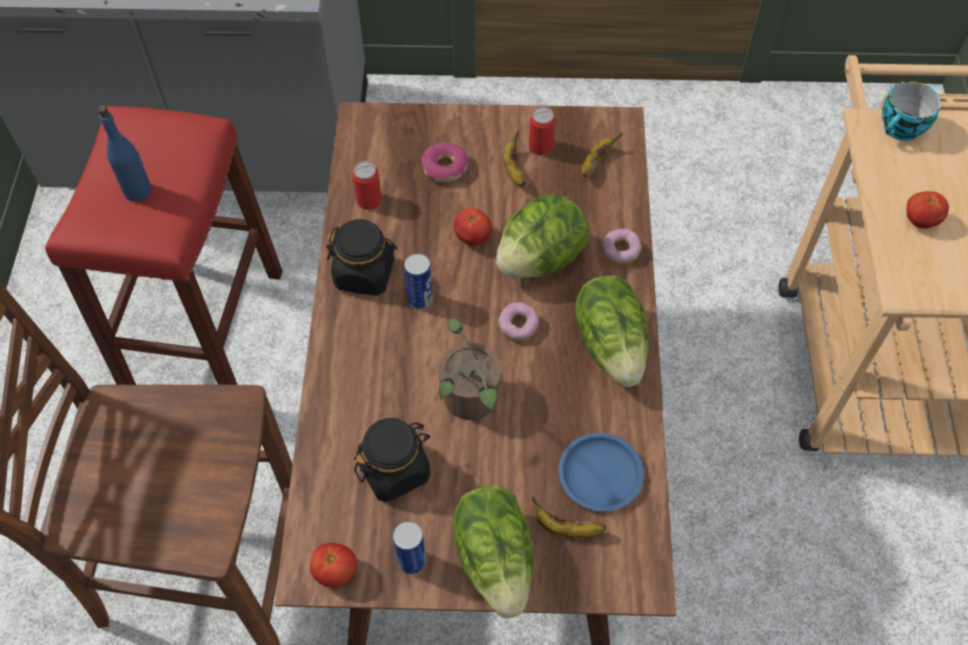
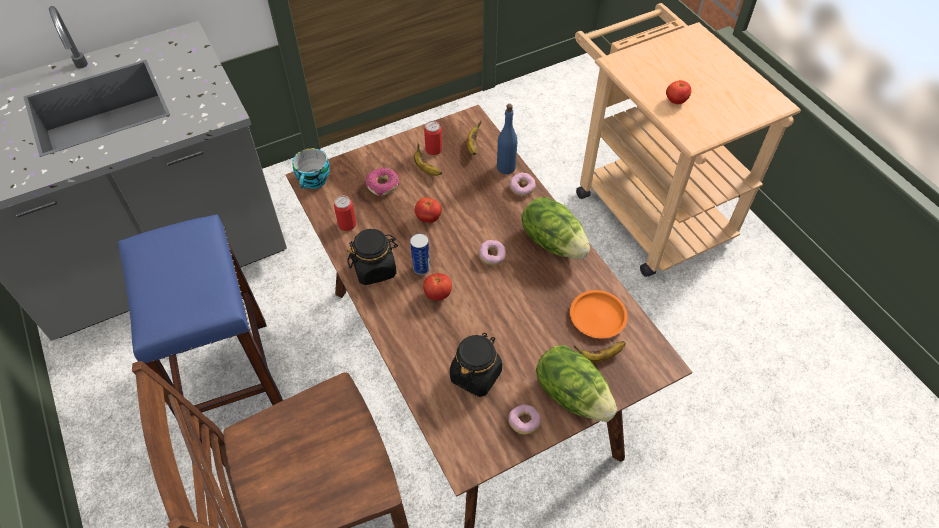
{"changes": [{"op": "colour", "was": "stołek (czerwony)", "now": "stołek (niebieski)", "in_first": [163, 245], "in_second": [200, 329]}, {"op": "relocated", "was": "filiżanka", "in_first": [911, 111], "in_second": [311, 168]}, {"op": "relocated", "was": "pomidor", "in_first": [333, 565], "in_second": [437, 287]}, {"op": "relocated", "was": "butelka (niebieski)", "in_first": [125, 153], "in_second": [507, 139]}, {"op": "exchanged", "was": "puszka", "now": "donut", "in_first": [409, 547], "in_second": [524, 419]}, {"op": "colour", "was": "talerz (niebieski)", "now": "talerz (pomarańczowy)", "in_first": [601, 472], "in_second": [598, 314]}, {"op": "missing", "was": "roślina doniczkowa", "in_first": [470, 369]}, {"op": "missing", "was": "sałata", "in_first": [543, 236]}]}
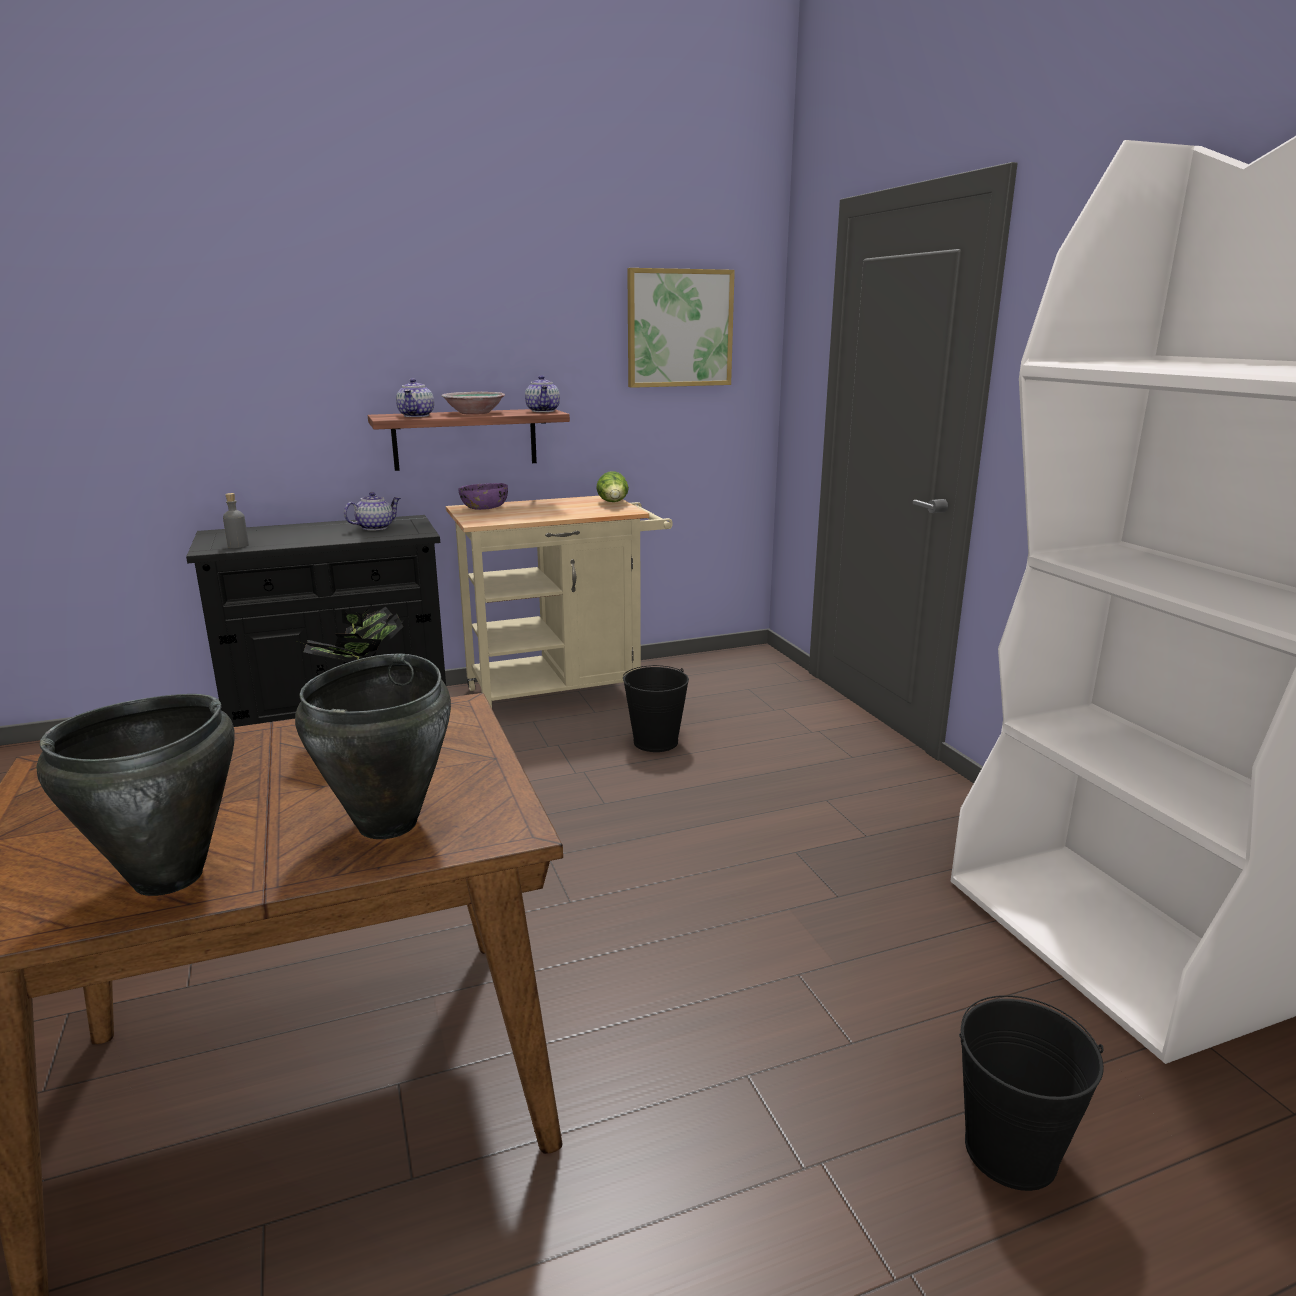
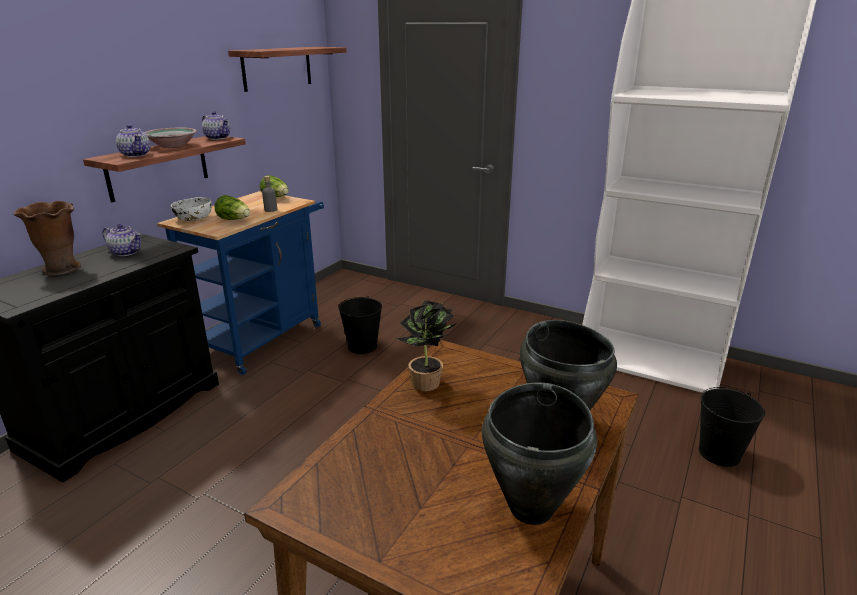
{"changes": [{"op": "appeared", "now": "wazon (brązowy)", "in_second": [47, 238]}, {"op": "spun", "was": "imbryk", "in_first": [372, 511], "in_second": [122, 240], "clockwise": 105}, {"op": "colour", "was": "wózek (beżowy)", "now": "wózek (niebieski)", "in_first": [559, 602], "in_second": [240, 283]}, {"op": "colour", "was": "miska (fioletowy)", "now": "miska (biały)", "in_first": [483, 496], "in_second": [191, 209]}, {"op": "appeared", "now": "sałata", "in_second": [232, 207]}, {"op": "exchanged", "was": "obraz", "now": "półka", "in_first": [681, 328], "in_second": [287, 69]}, {"op": "relocated", "was": "butelka (szary)", "in_first": [236, 520], "in_second": [269, 194]}]}
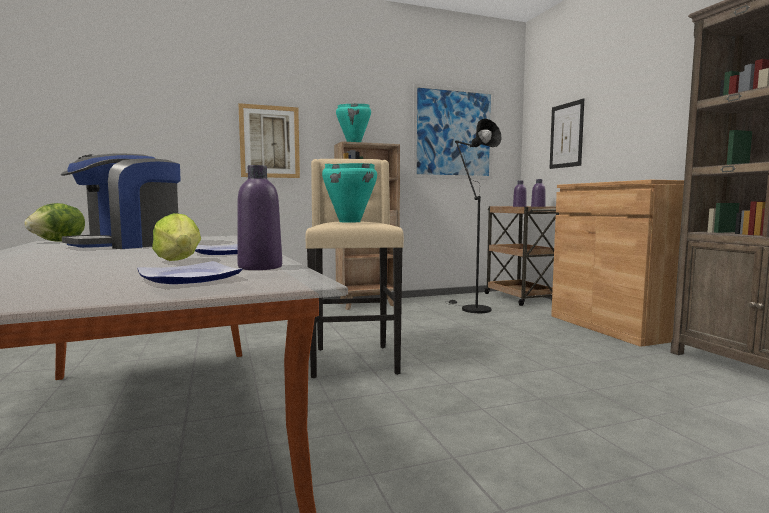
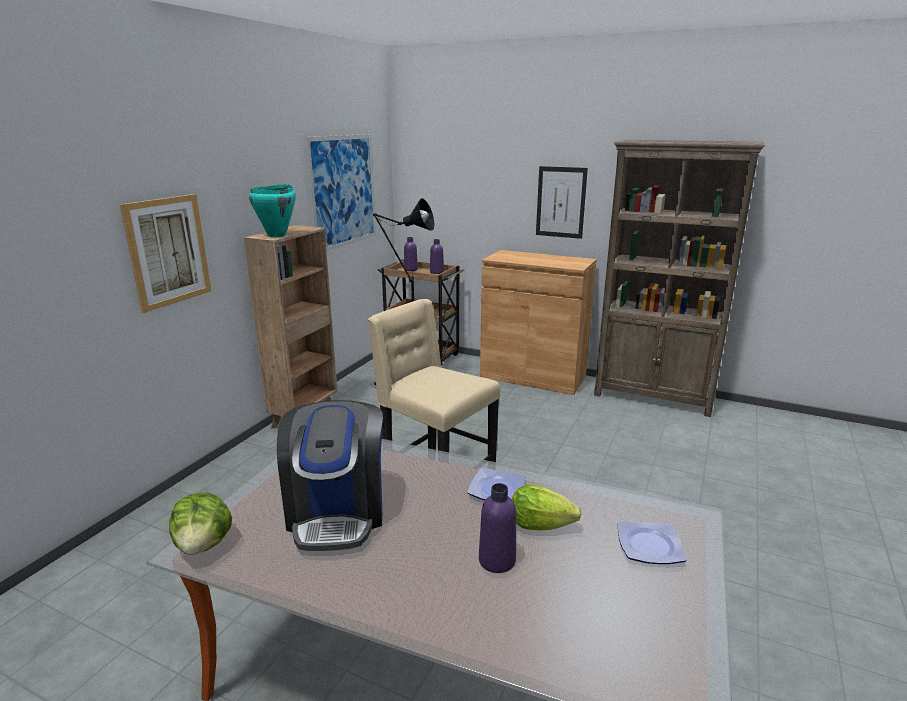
{"changes": [{"op": "relocated", "was": "butelka (fioletowy)", "in_first": [259, 217], "in_second": [497, 528]}, {"op": "relocated", "was": "obraz", "in_first": [567, 134], "in_second": [562, 202]}, {"op": "missing", "was": "garnek (turkusowy)", "in_first": [349, 193]}]}
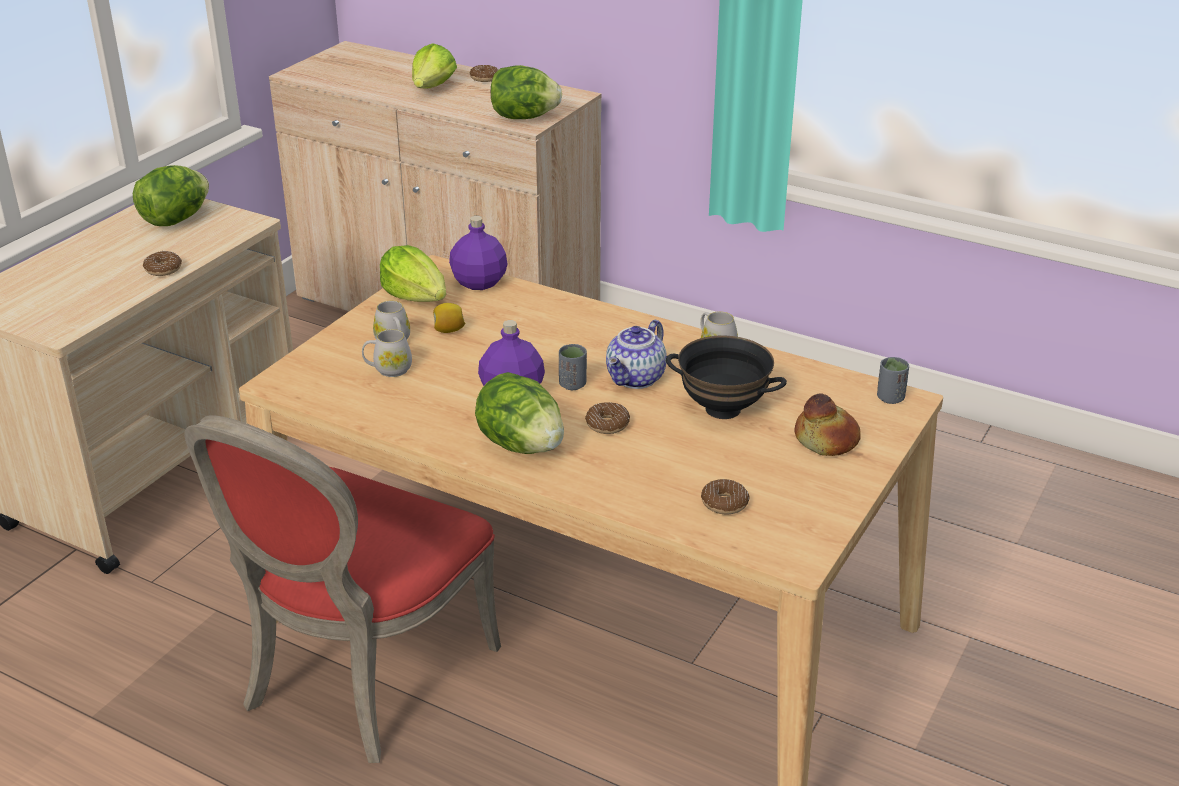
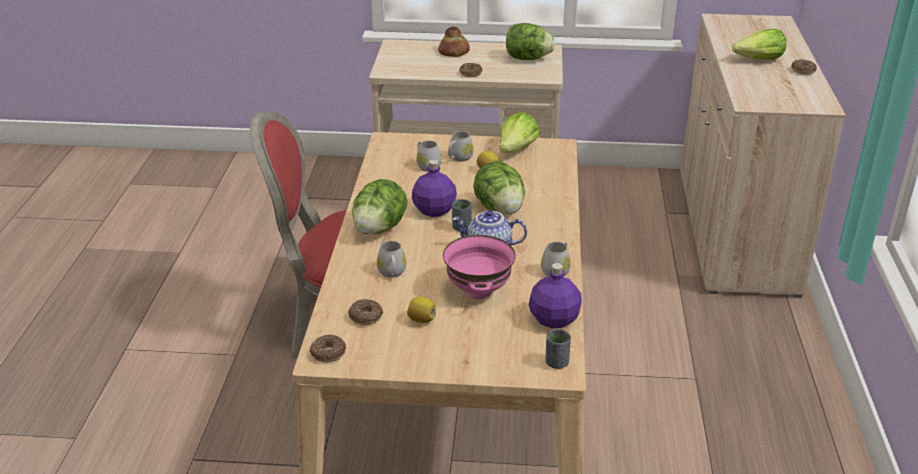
{"changes": [{"op": "relocated", "was": "donut", "in_first": [607, 418], "in_second": [328, 348]}, {"op": "appeared", "now": "kubek (biały)", "in_second": [391, 259]}, {"op": "appeared", "now": "cytryna", "in_second": [421, 310]}, {"op": "relocated", "was": "chleb", "in_first": [827, 425], "in_second": [454, 42]}, {"op": "colour", "was": "miska (czarny)", "now": "miska (różowy)", "in_first": [726, 377], "in_second": [479, 267]}, {"op": "relocated", "was": "sałata", "in_first": [526, 92], "in_second": [499, 187]}, {"op": "relocated", "was": "butelka (fioletowy)", "in_first": [478, 253], "in_second": [555, 295]}]}
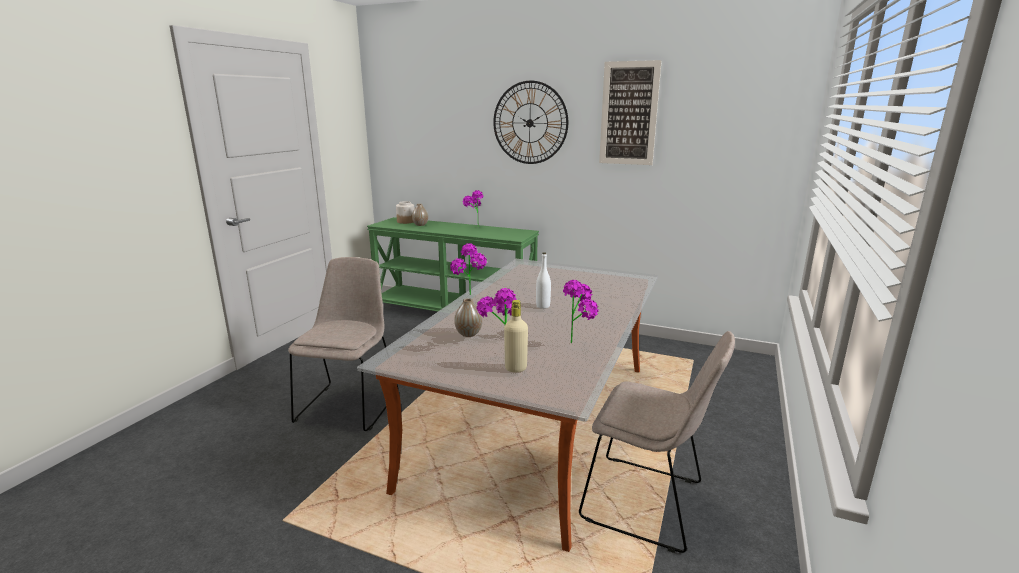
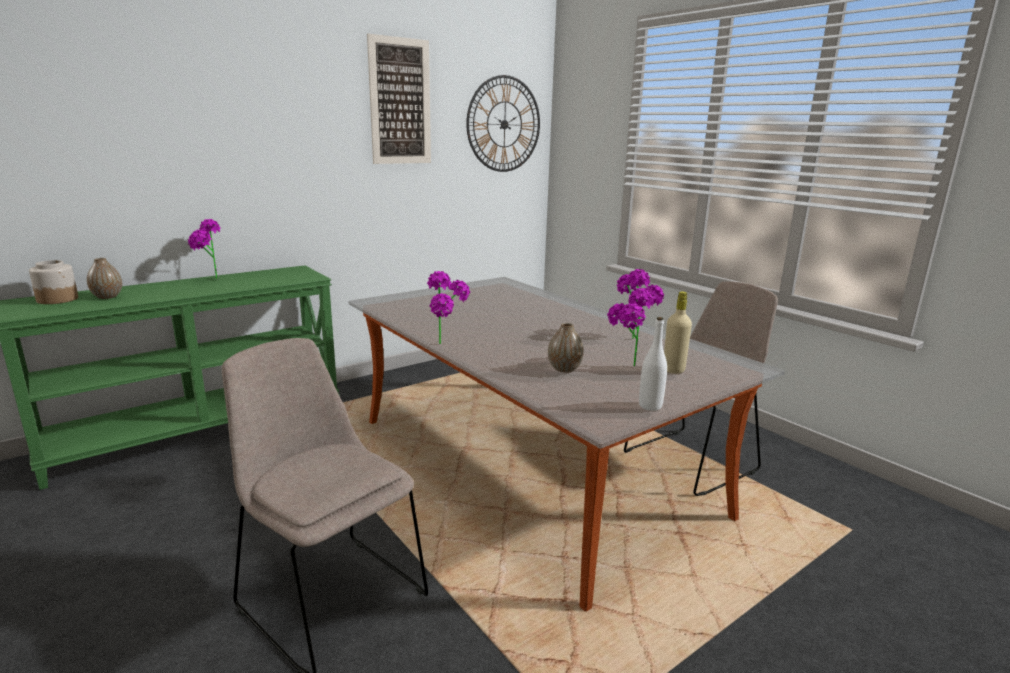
{"changes": [{"op": "relocated", "was": "zegar ścienny", "in_first": [530, 122], "in_second": [503, 123]}, {"op": "relocated", "was": "butelka (biały)", "in_first": [543, 280], "in_second": [653, 364]}]}
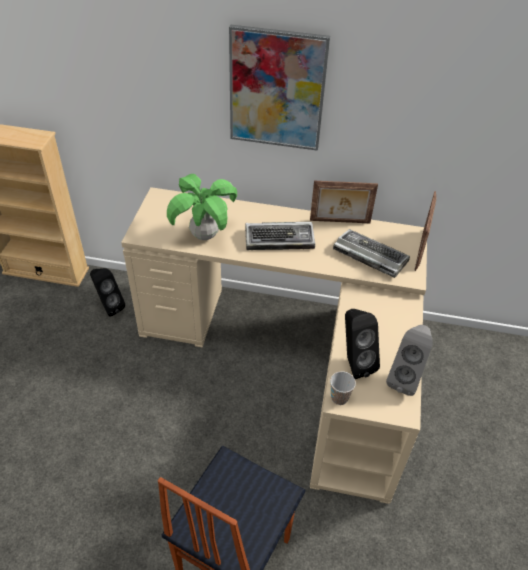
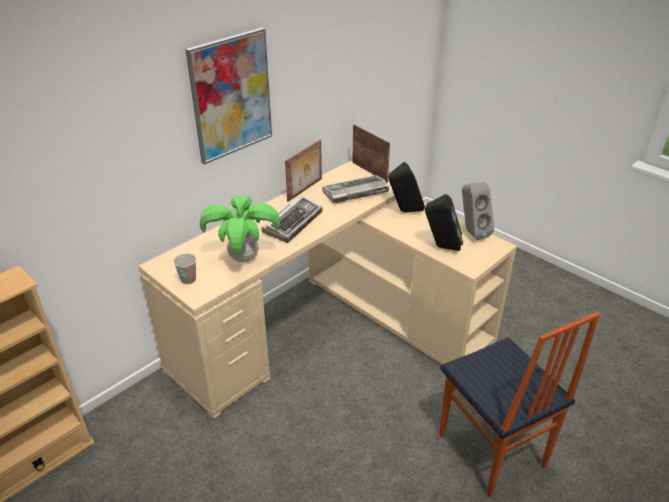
{"changes": [{"op": "relocated", "was": "filiżanka", "in_first": [343, 388], "in_second": [185, 268]}, {"op": "relocated", "was": "głośnik (czarny)", "in_first": [107, 292], "in_second": [406, 187]}]}
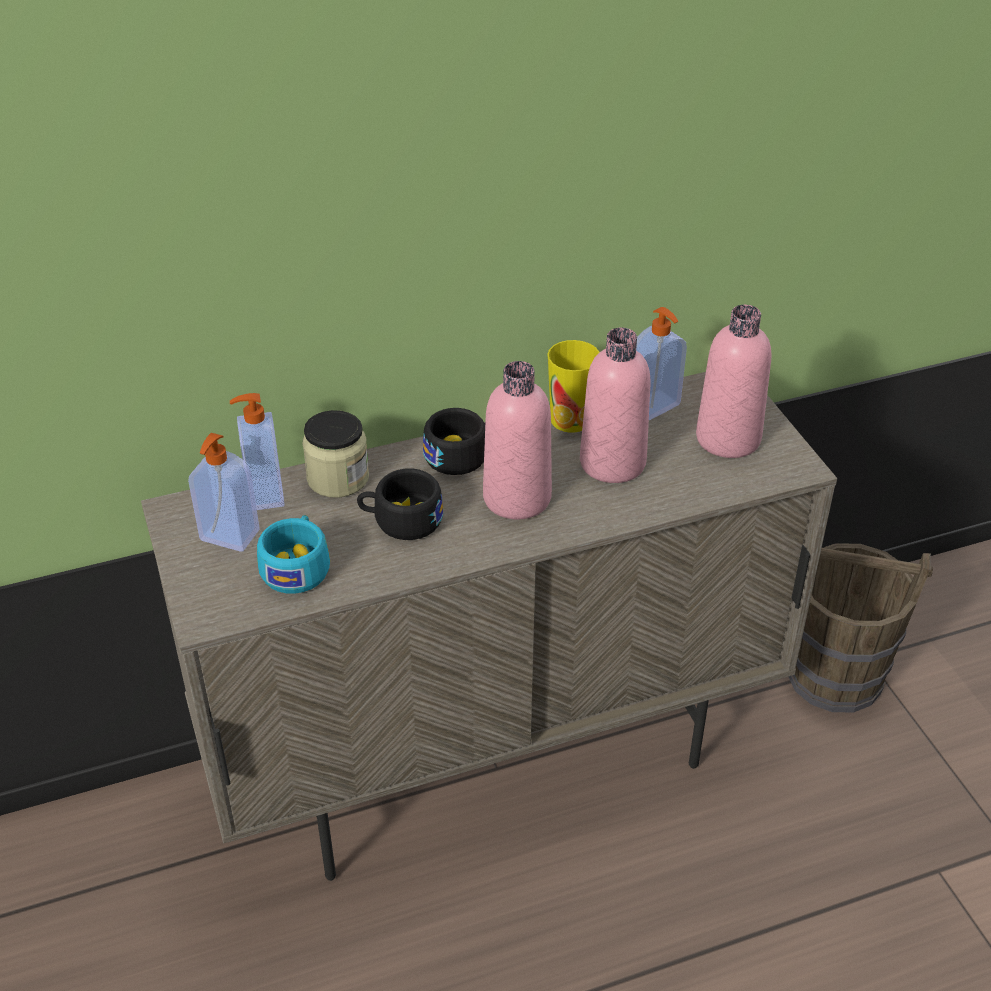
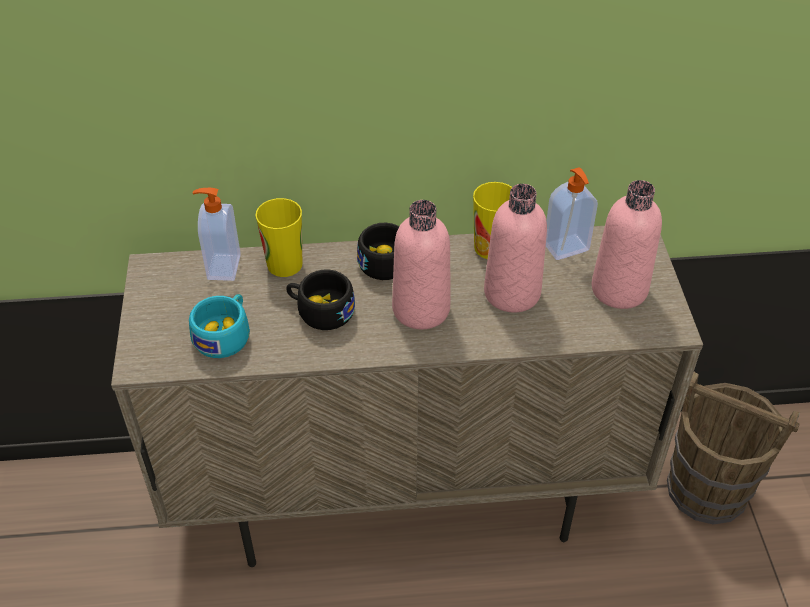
{"changes": [{"op": "exchanged", "was": "słoik", "now": "filiżanka", "in_first": [335, 454], "in_second": [279, 237]}, {"op": "missing", "was": "dozownik mydła", "in_first": [224, 492]}]}
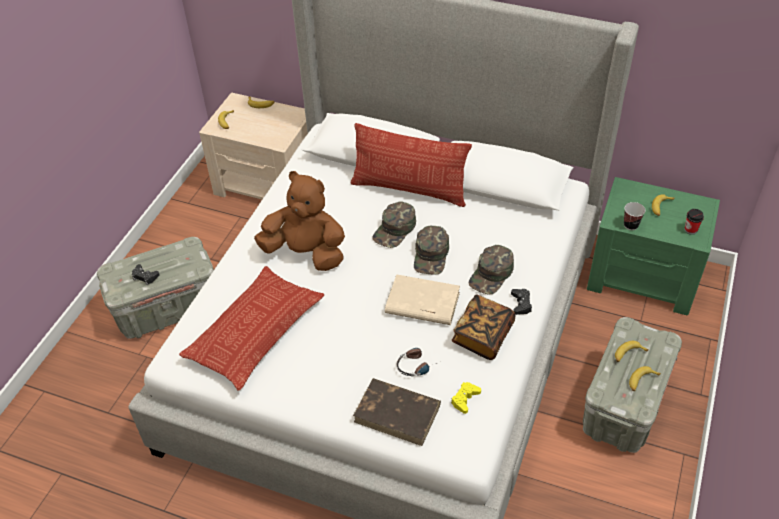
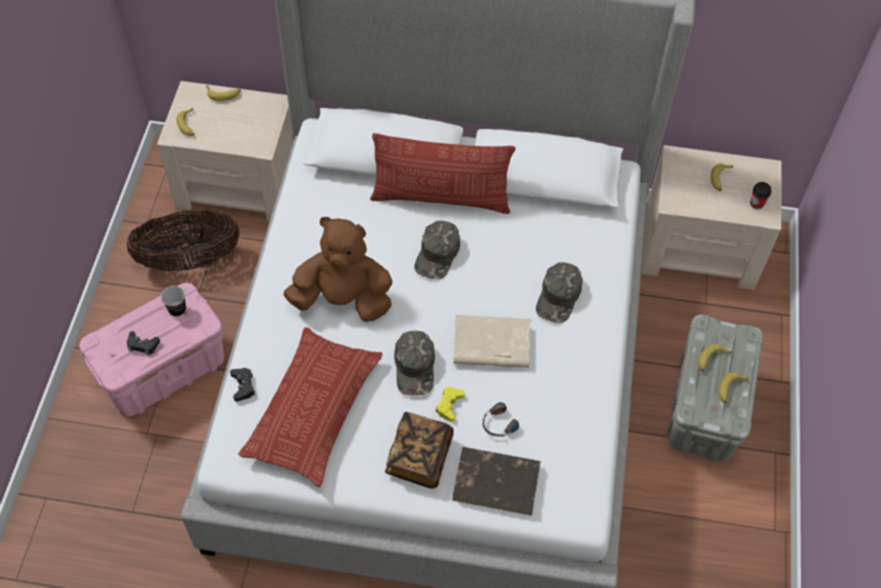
{"changes": [{"op": "colour", "was": "pojemnik do przechowywania (szary)", "now": "pojemnik do przechowywania (różowy)", "in_first": [155, 288], "in_second": [151, 349]}, {"op": "appeared", "now": "koszyk", "in_second": [183, 240]}, {"op": "relocated", "was": "filiżanka", "in_first": [634, 216], "in_second": [173, 301]}, {"op": "relocated", "was": "pad do gier (czarny)", "in_first": [521, 302], "in_second": [242, 384]}, {"op": "relocated", "was": "książka", "in_first": [483, 327], "in_second": [419, 450]}, {"op": "relocated", "was": "czapka z daszkiem (zielony)", "in_first": [431, 250], "in_second": [414, 363]}, {"op": "relocated", "was": "pad do gier (żółty)", "in_first": [466, 398], "in_second": [450, 404]}, {"op": "colour", "was": "szafka nocna (zielony)", "now": "szafka nocna (beżowy)", "in_first": [653, 246], "in_second": [711, 217]}]}
